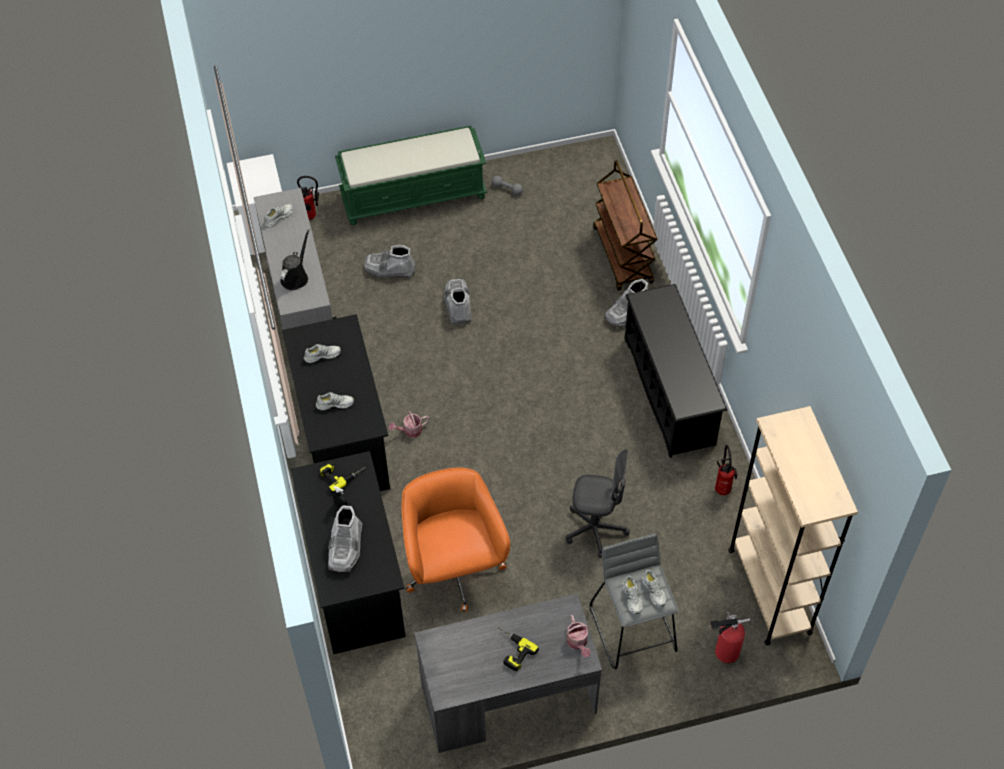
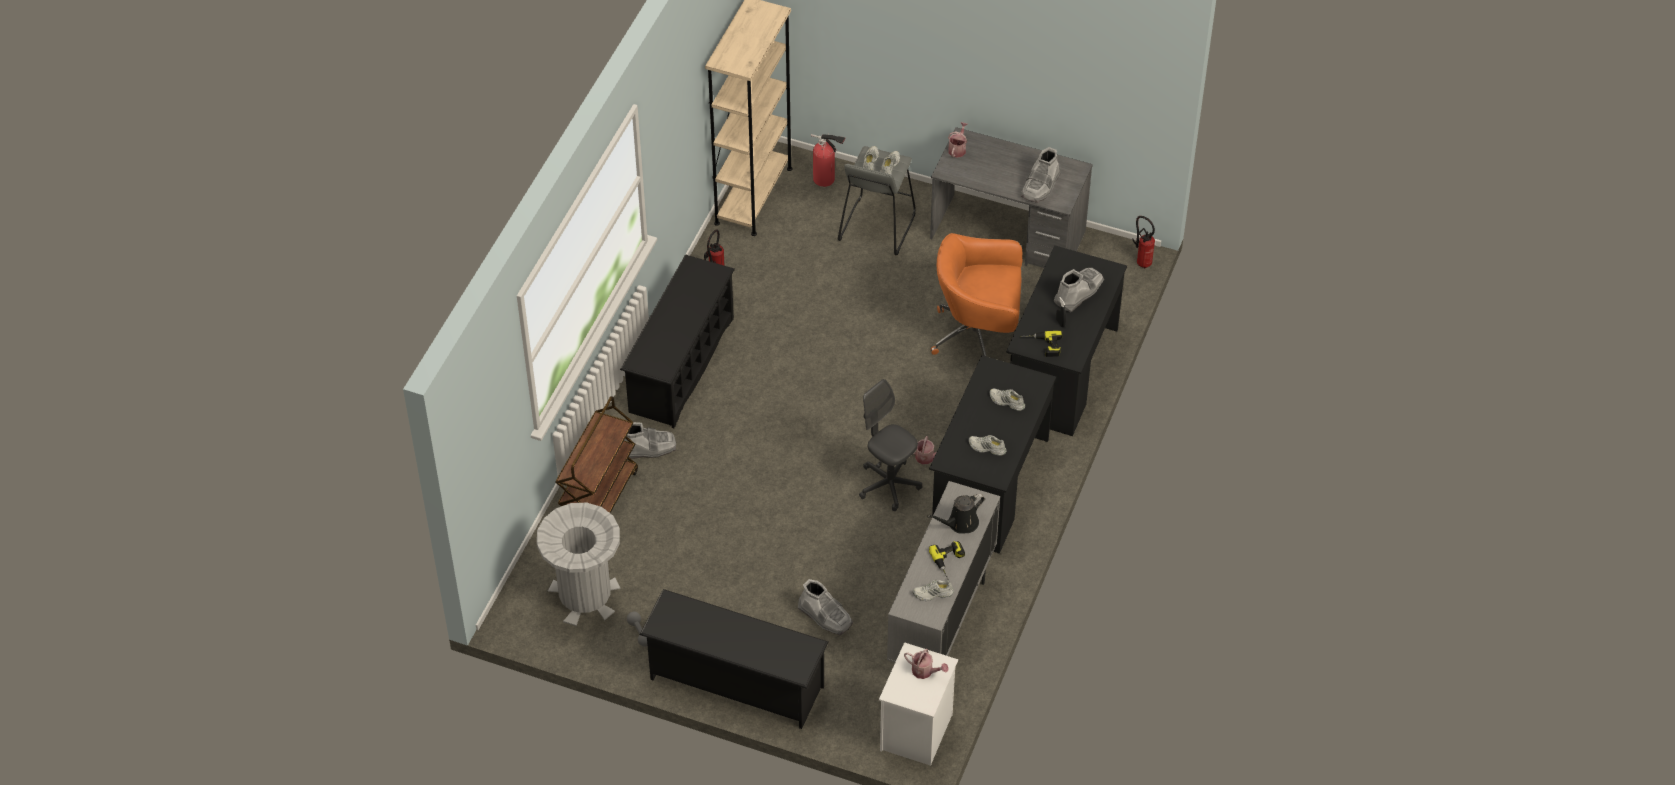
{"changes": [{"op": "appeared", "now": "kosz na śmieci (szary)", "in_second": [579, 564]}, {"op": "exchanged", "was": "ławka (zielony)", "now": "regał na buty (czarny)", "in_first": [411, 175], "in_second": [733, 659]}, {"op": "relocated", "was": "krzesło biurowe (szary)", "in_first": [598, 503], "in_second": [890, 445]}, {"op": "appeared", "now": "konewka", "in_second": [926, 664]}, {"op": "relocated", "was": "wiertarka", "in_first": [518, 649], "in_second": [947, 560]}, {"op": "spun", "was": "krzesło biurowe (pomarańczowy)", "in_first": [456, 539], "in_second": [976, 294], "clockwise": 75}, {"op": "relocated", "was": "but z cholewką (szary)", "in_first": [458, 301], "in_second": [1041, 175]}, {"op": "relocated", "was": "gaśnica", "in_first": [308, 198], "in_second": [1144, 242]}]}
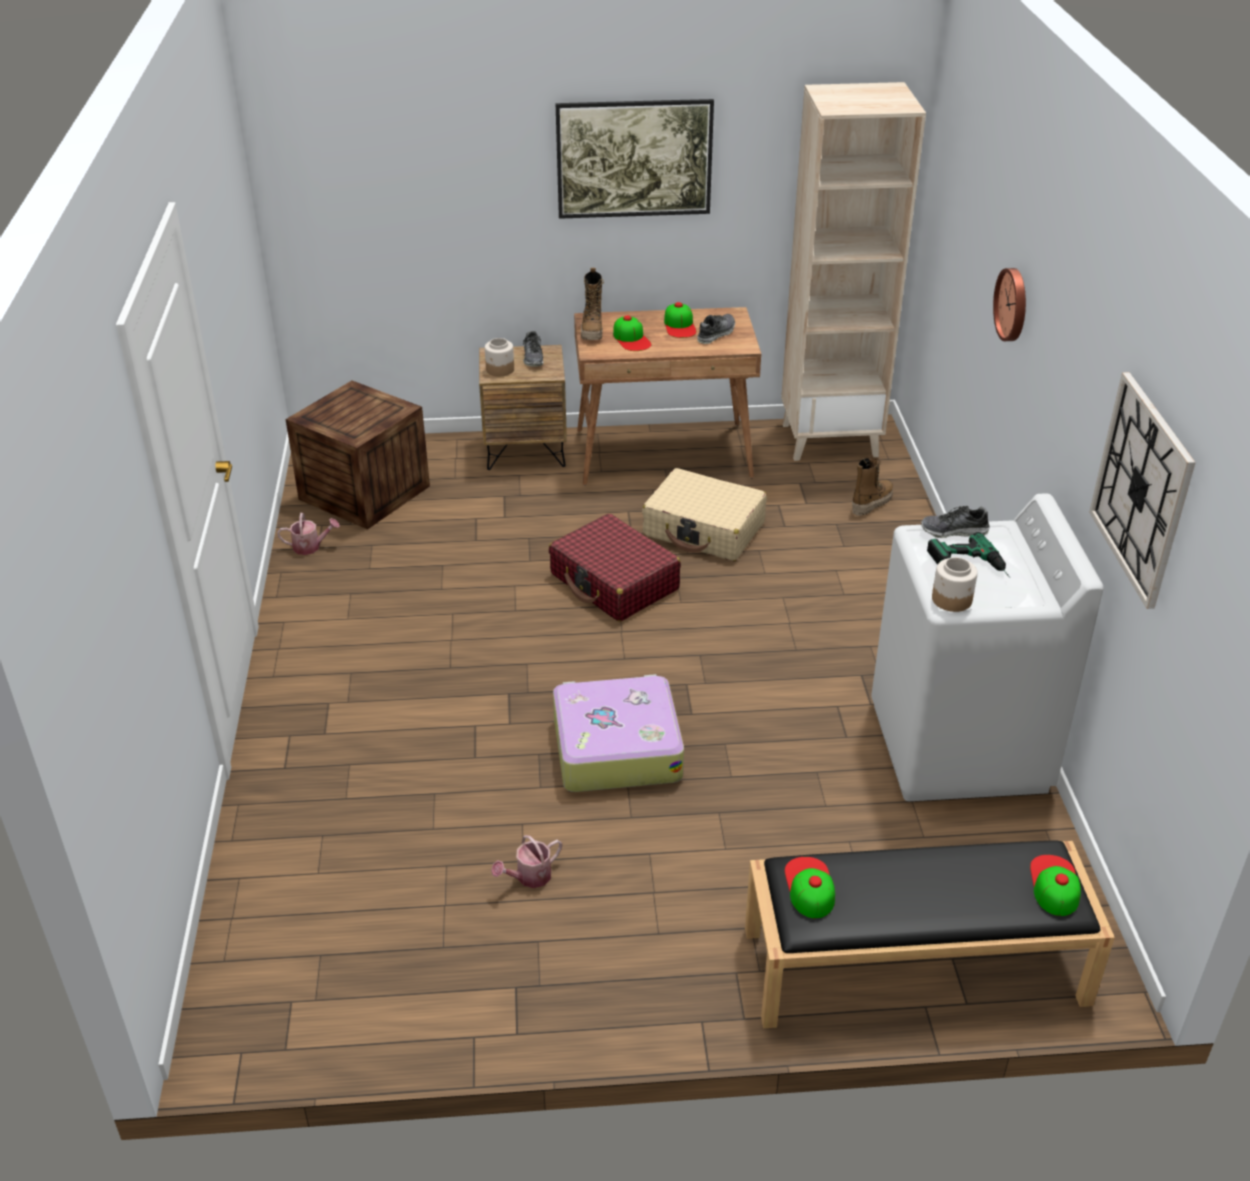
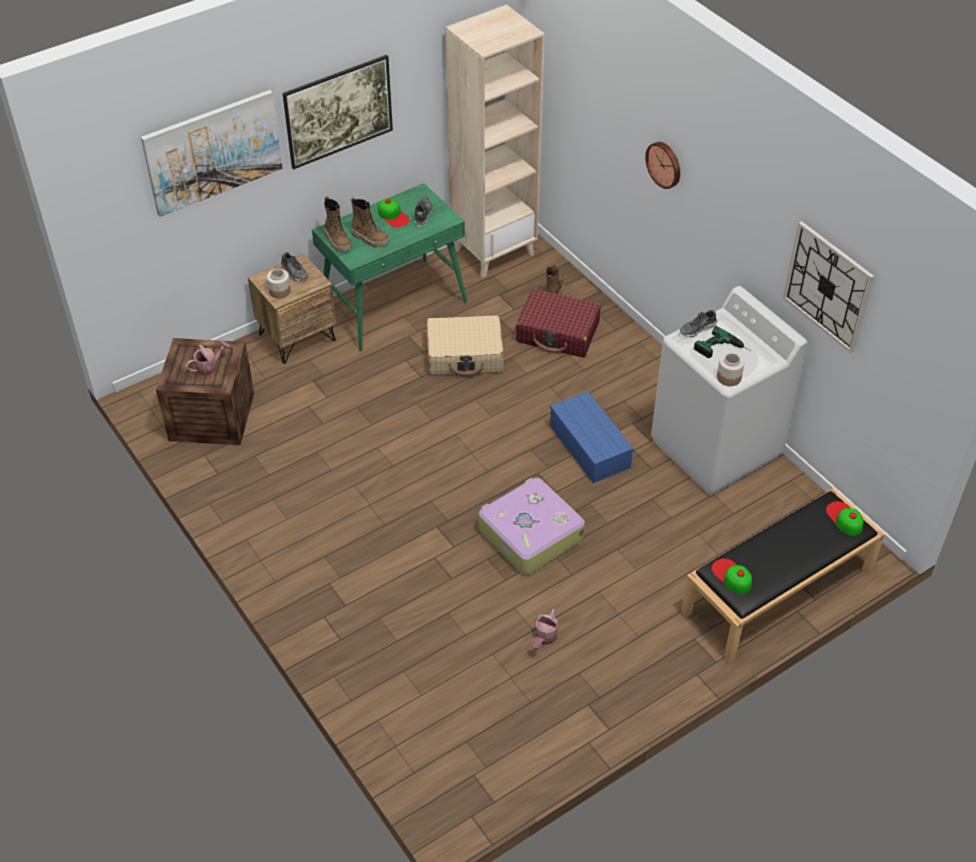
{"changes": [{"op": "appeared", "now": "obraz", "in_second": [212, 153]}, {"op": "relocated", "was": "konewka", "in_first": [308, 534], "in_second": [207, 358]}, {"op": "colour", "was": "biurko (brązowy)", "now": "biurko (zielony)", "in_first": [667, 396], "in_second": [389, 267]}, {"op": "exchanged", "was": "czapka z daszkiem", "now": "but z cholewką", "in_first": [632, 333], "in_second": [370, 222]}, {"op": "relocated", "was": "walizka (czerwony)", "in_first": [615, 568], "in_second": [558, 323]}, {"op": "appeared", "now": "pojemnik do przechowywania (niebieski)", "in_second": [592, 437]}]}
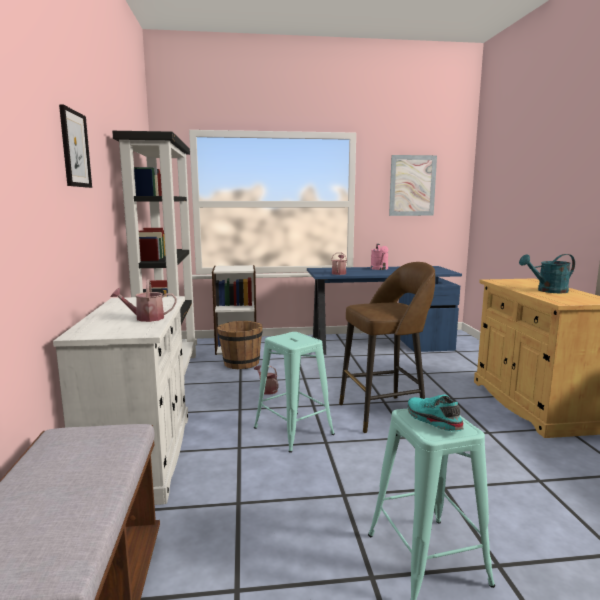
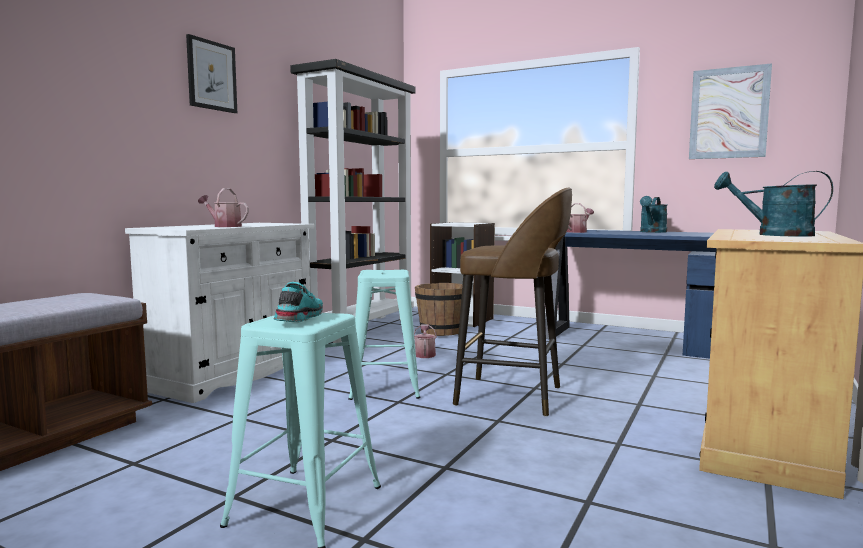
{"changes": [{"op": "colour", "was": "konewka (różowy)", "now": "konewka (turkusowy)", "in_first": [379, 257], "in_second": [653, 214]}]}
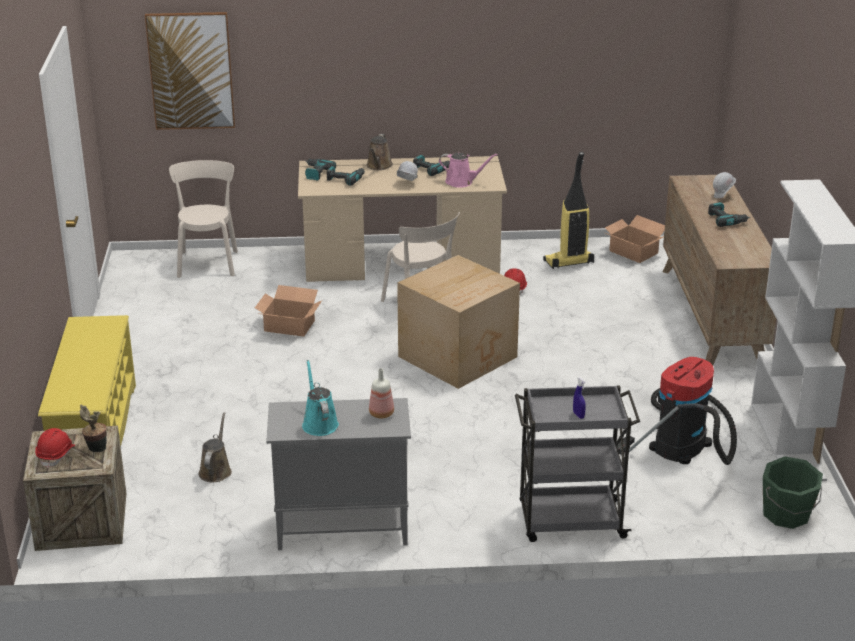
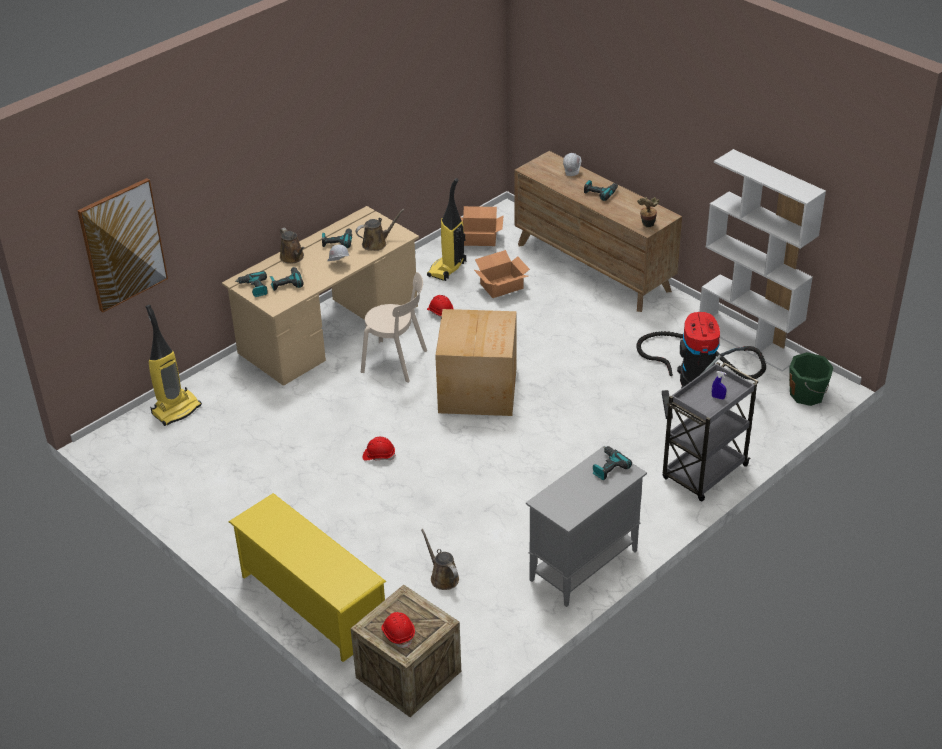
{"changes": [{"op": "exchanged", "was": "krzesło (beżowy)", "now": "odkurzacz", "in_first": [203, 219], "in_second": [174, 365]}, {"op": "colour", "was": "konewka (różowy)", "now": "konewka (brązowy)", "in_first": [468, 170], "in_second": [380, 230]}, {"op": "appeared", "now": "kask (czerwony)", "in_second": [379, 449]}, {"op": "relocated", "was": "karton", "in_first": [288, 311], "in_second": [502, 274]}, {"op": "exchanged", "was": "butelka", "now": "wiertarka", "in_first": [381, 393], "in_second": [612, 463]}, {"op": "relocated", "was": "roślina doniczkowa", "in_first": [93, 428], "in_second": [648, 212]}, {"op": "missing", "was": "konewka (turkusowy)", "in_first": [320, 398]}]}
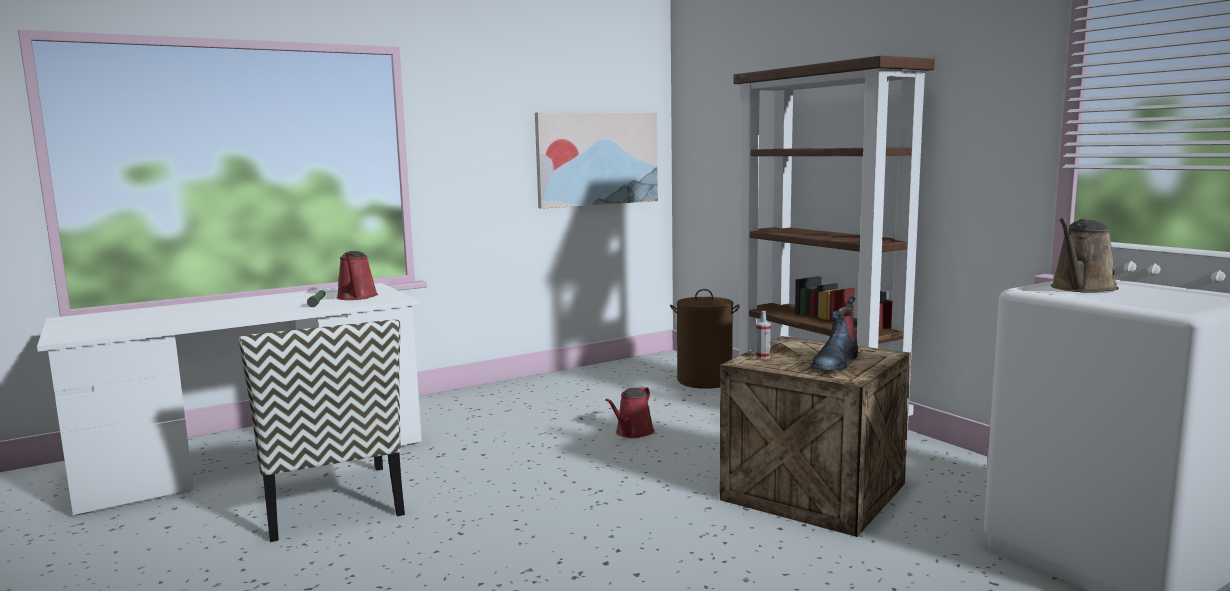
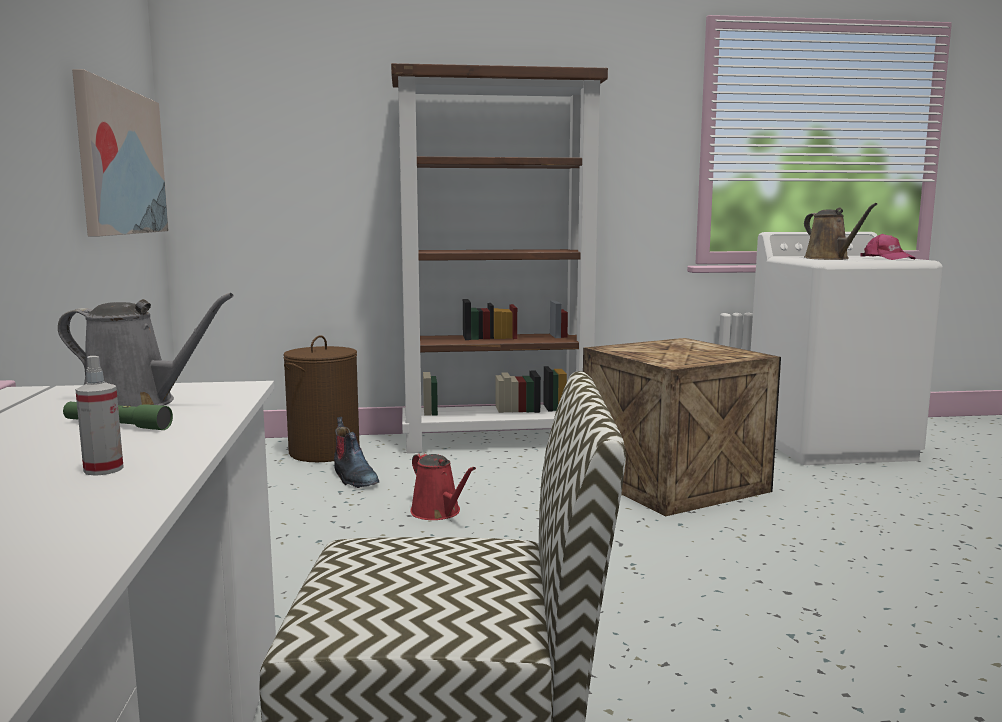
{"changes": [{"op": "colour", "was": "konewka (czerwony)", "now": "konewka (szary)", "in_first": [357, 275], "in_second": [146, 350]}, {"op": "relocated", "was": "spryskiwacz", "in_first": [763, 335], "in_second": [99, 416]}, {"op": "relocated", "was": "but z cholewką", "in_first": [834, 334], "in_second": [356, 452]}, {"op": "appeared", "now": "czapka z daszkiem (różowy)", "in_second": [888, 247]}]}
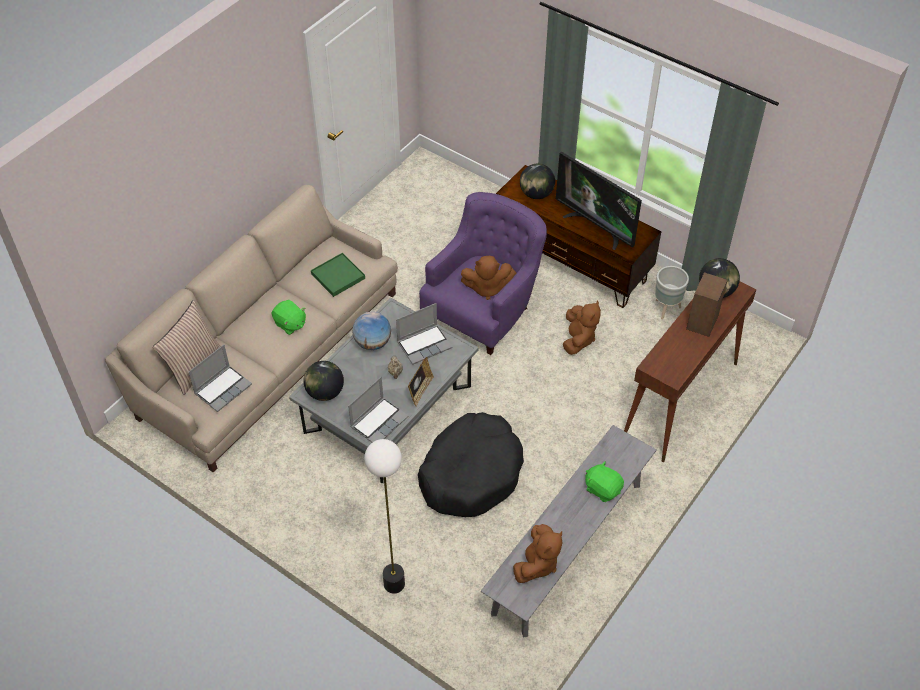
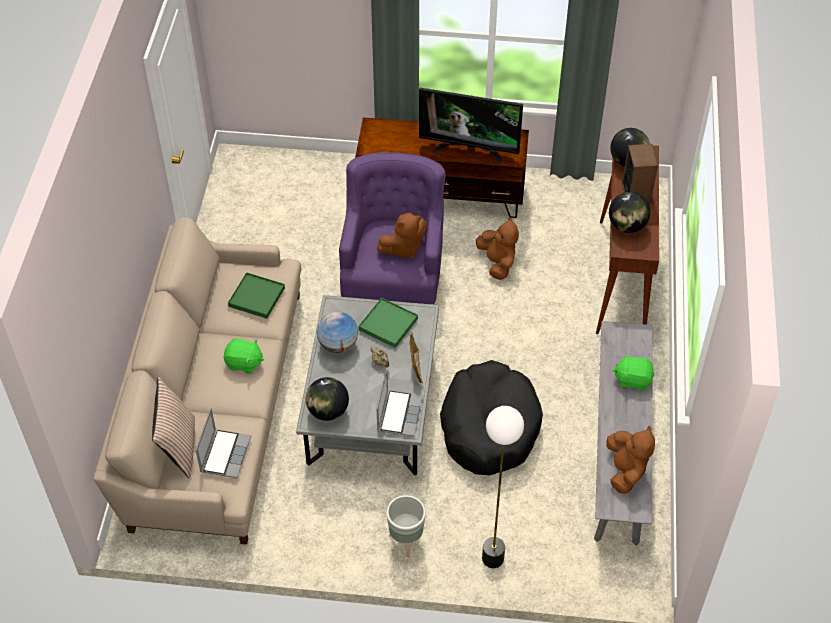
{"changes": [{"op": "exchanged", "was": "laptop", "now": "taca (zielony)", "in_first": [424, 334], "in_second": [388, 323]}, {"op": "relocated", "was": "donica (szary)", "in_first": [672, 292], "in_second": [406, 526]}, {"op": "relocated", "was": "globus", "in_first": [537, 181], "in_second": [629, 212]}]}
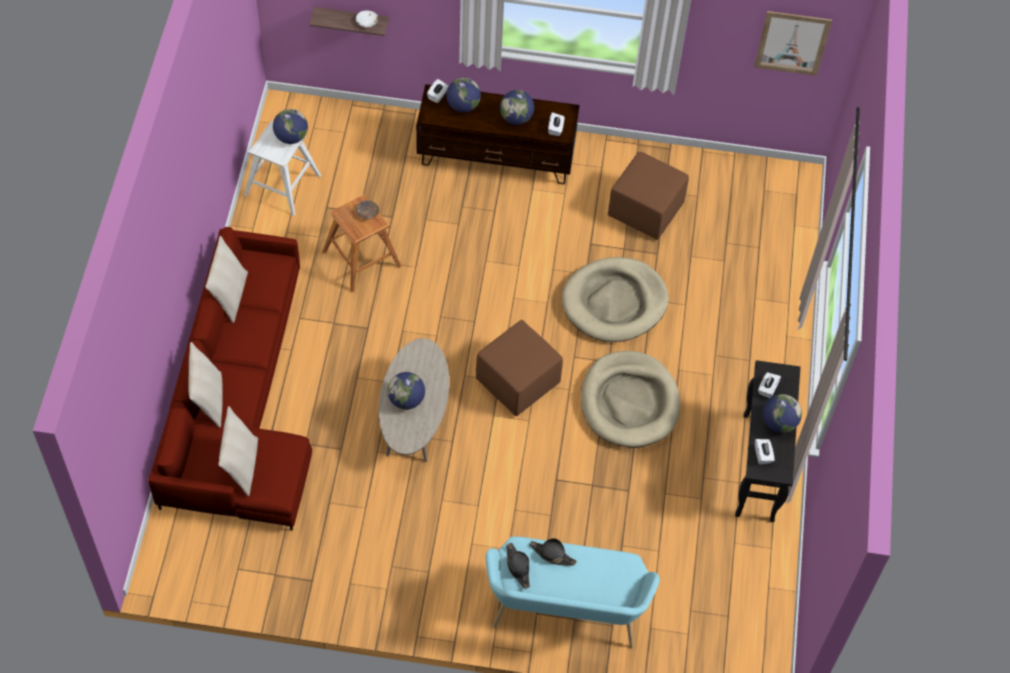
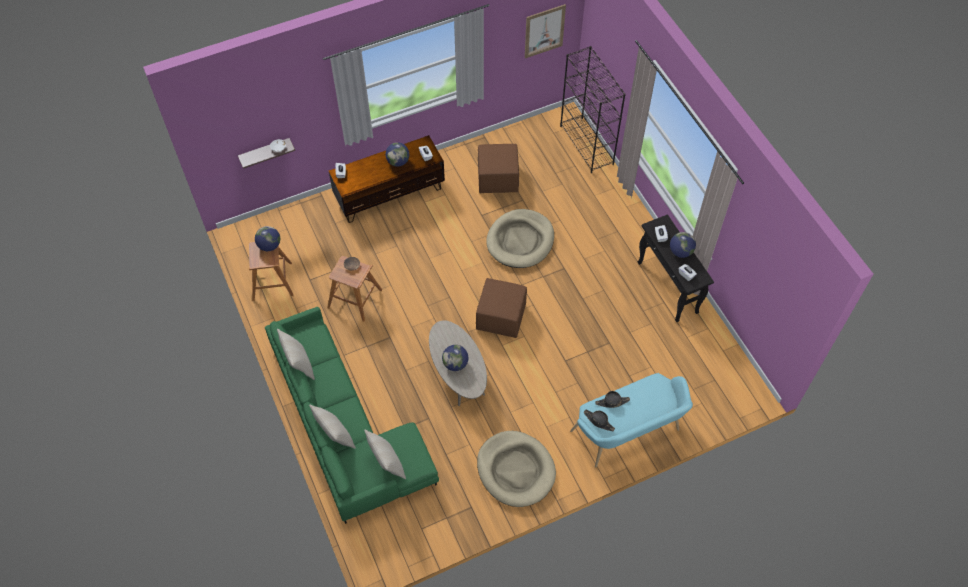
{"changes": [{"op": "colour", "was": "stołek (biały)", "now": "stołek (brązowy)", "in_first": [282, 168], "in_second": [271, 271]}, {"op": "colour", "was": "kanapa (czerwony)", "now": "kanapa (zielony)", "in_first": [230, 379], "in_second": [352, 415]}, {"op": "relocated", "was": "legowisko (beżowy)", "in_first": [630, 399], "in_second": [516, 469]}, {"op": "appeared", "now": "regał (czarny)", "in_second": [593, 109]}, {"op": "missing", "was": "globus", "in_first": [463, 95]}]}
